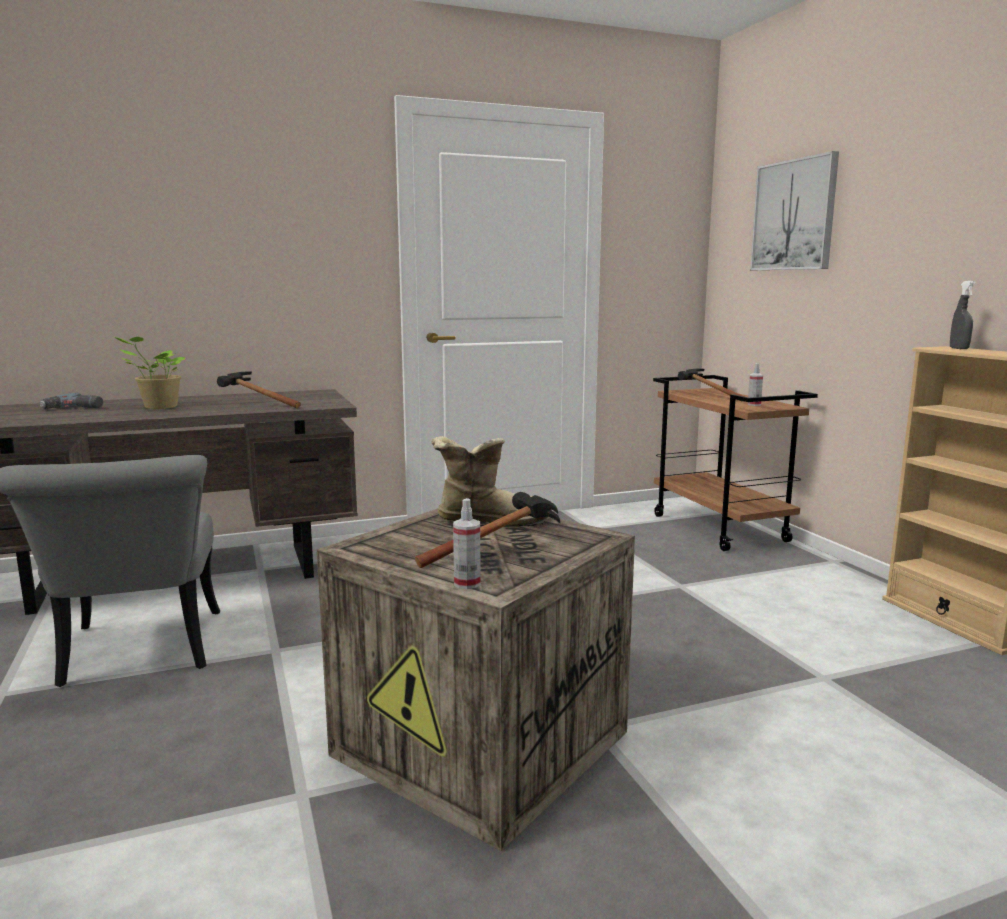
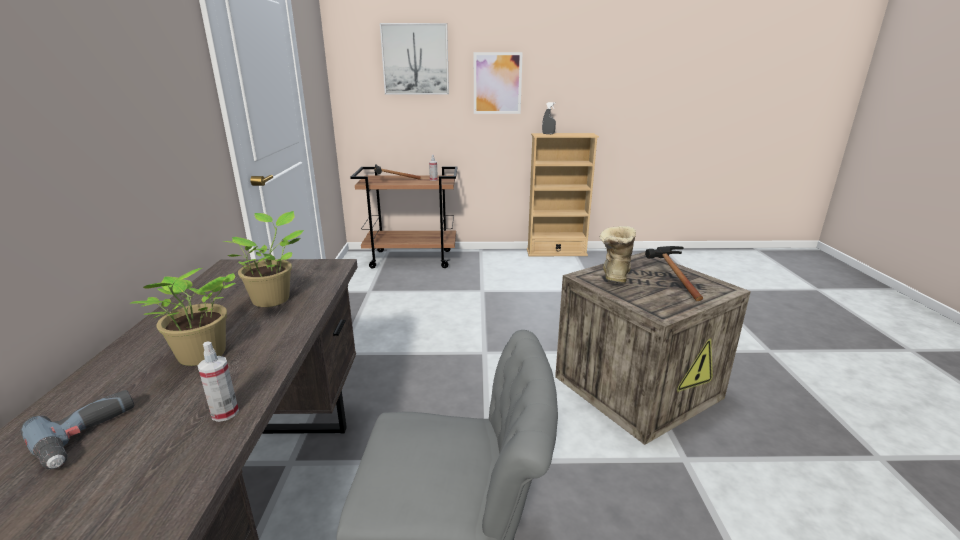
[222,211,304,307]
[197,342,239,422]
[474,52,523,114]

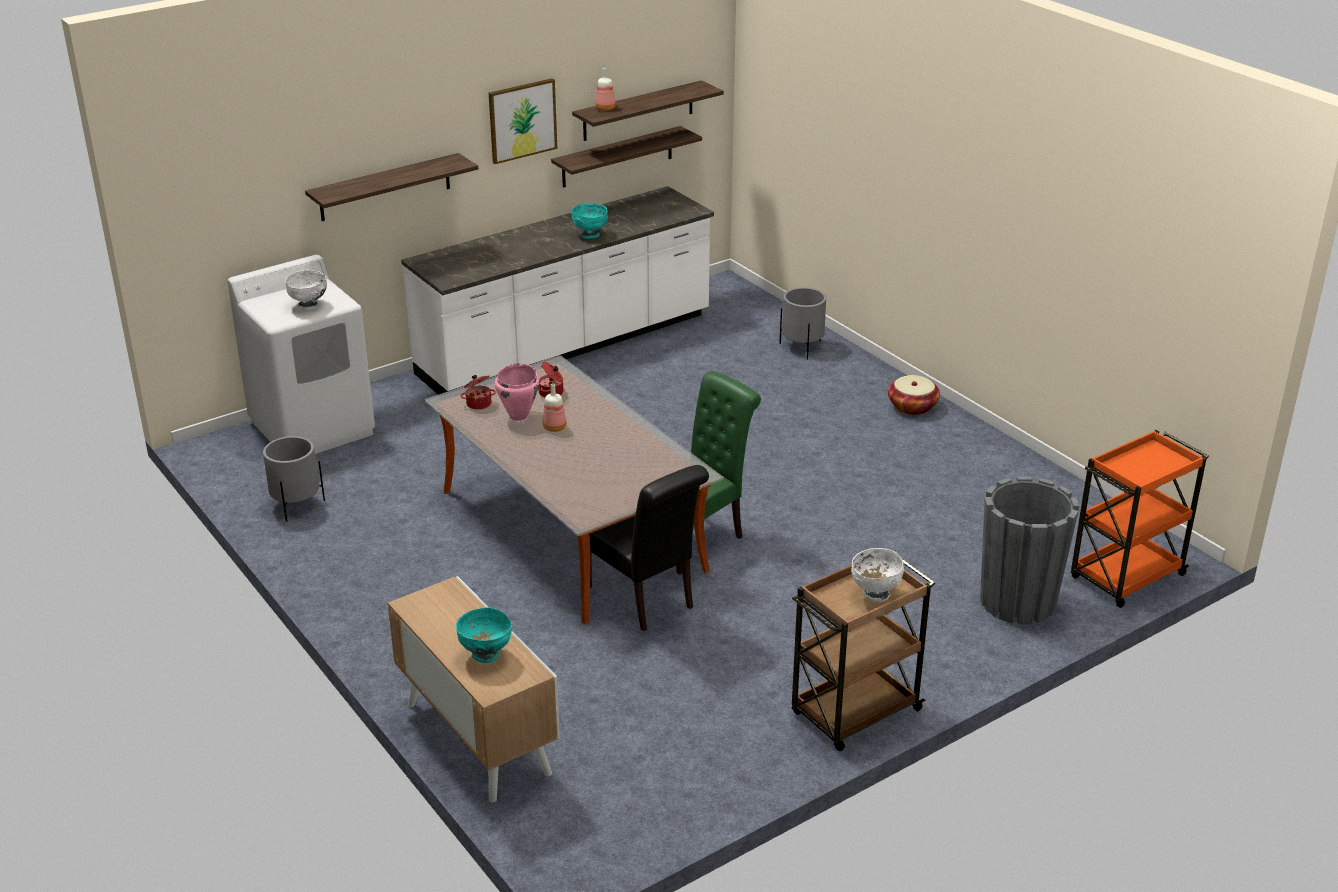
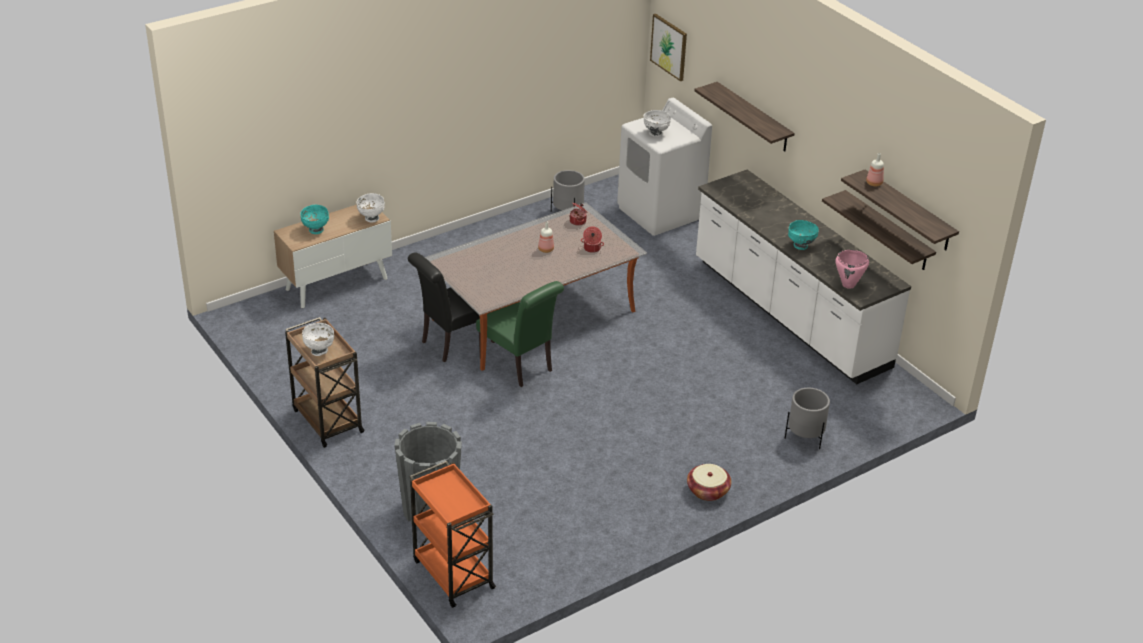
[650,14,687,81]
[836,250,869,289]
[357,193,385,222]

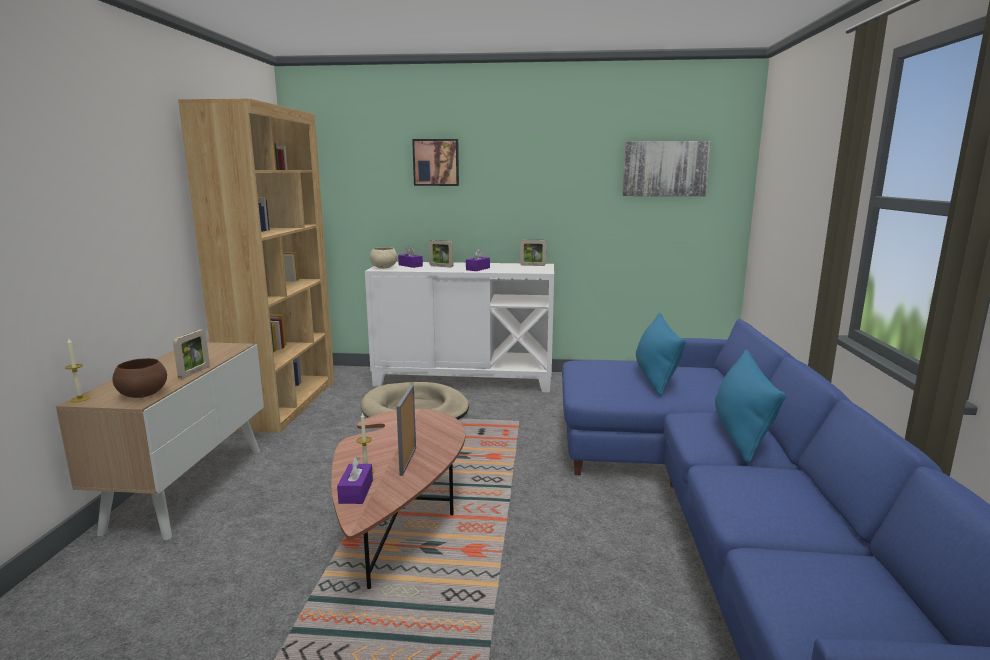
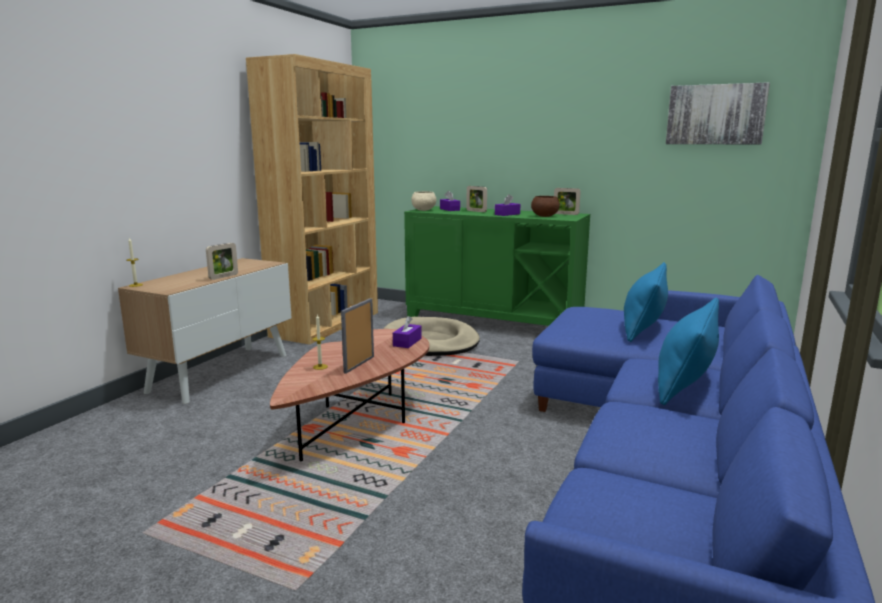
[412,139,459,186] (first image)
[404,206,590,326]
[531,196,560,217]
[393,316,422,348]

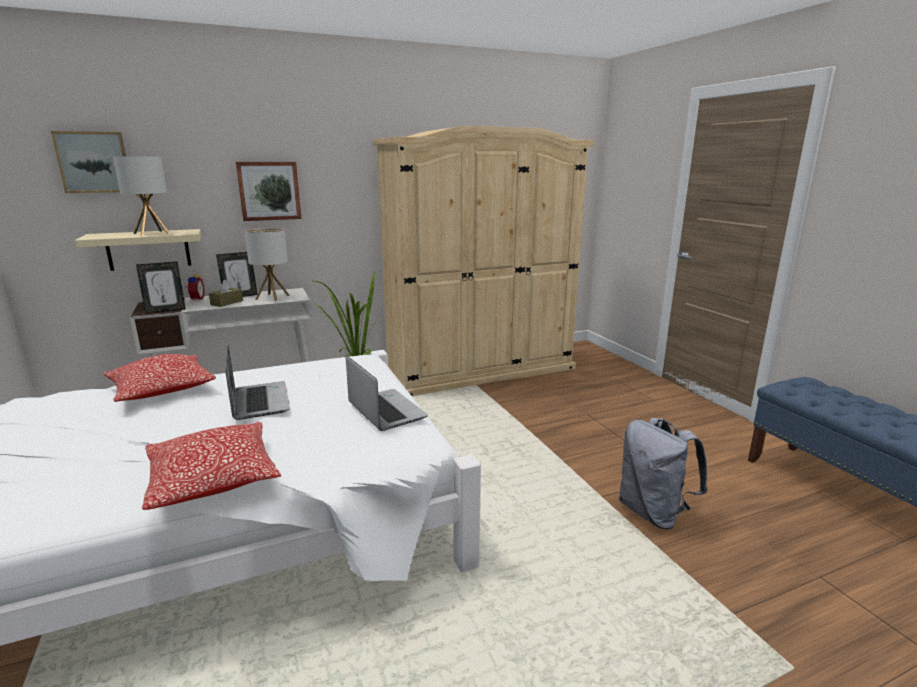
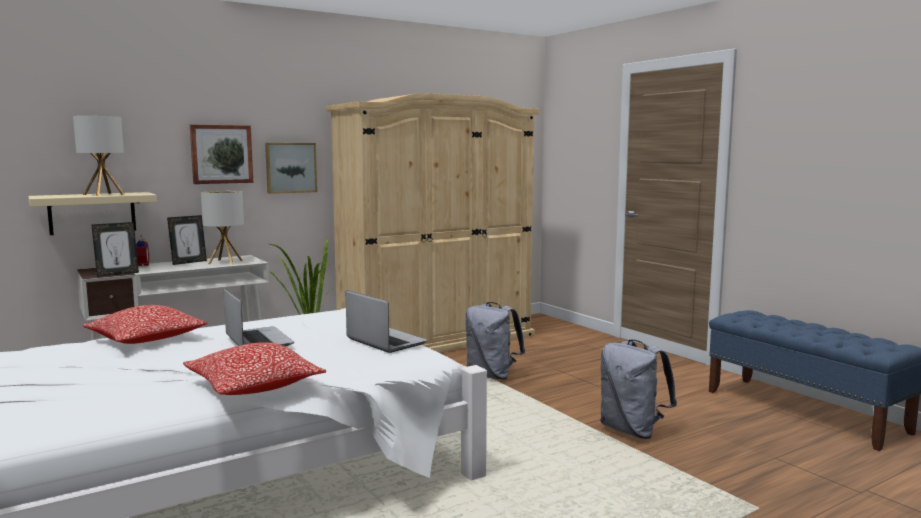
[265,143,317,194]
[209,280,243,307] (first image)
[465,302,525,380]

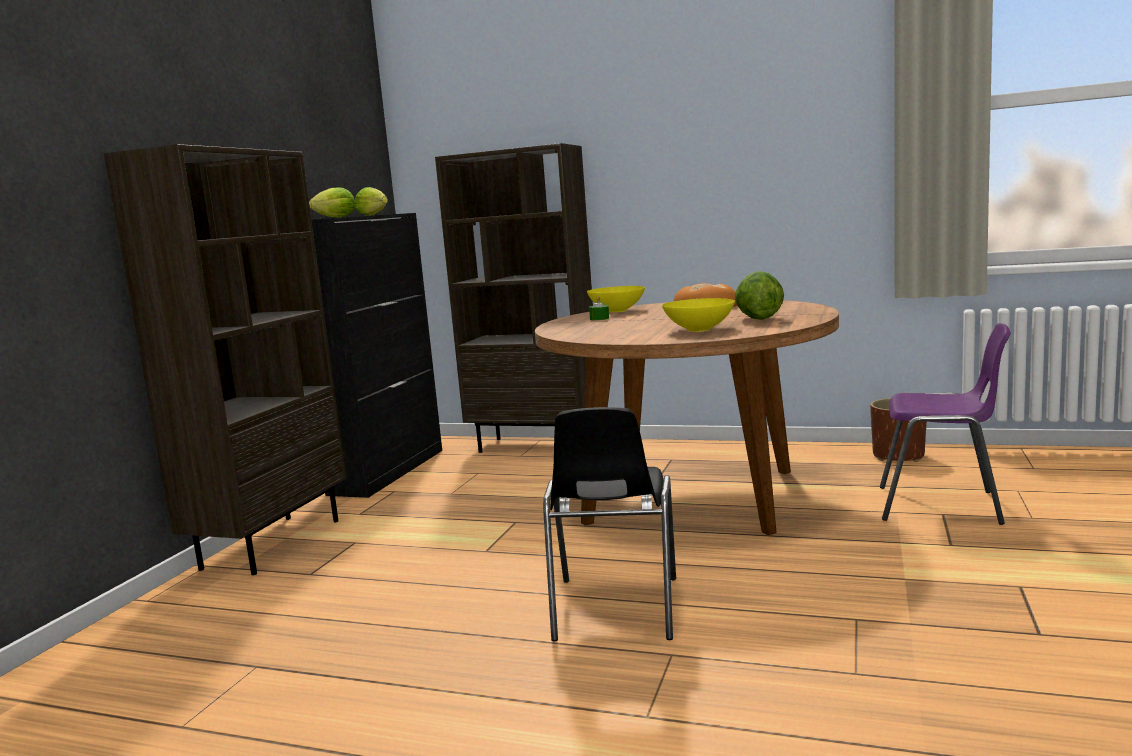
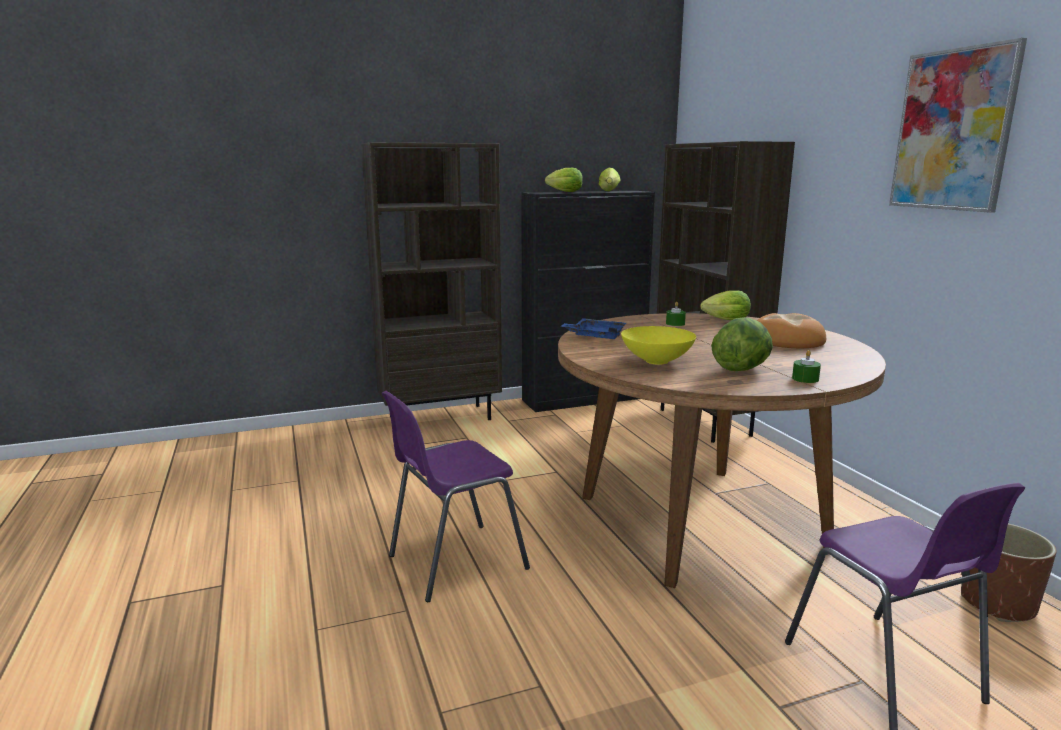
[700,290,751,320]
[382,391,530,602]
[889,38,1027,213]
[561,318,626,339]
[792,350,821,383]

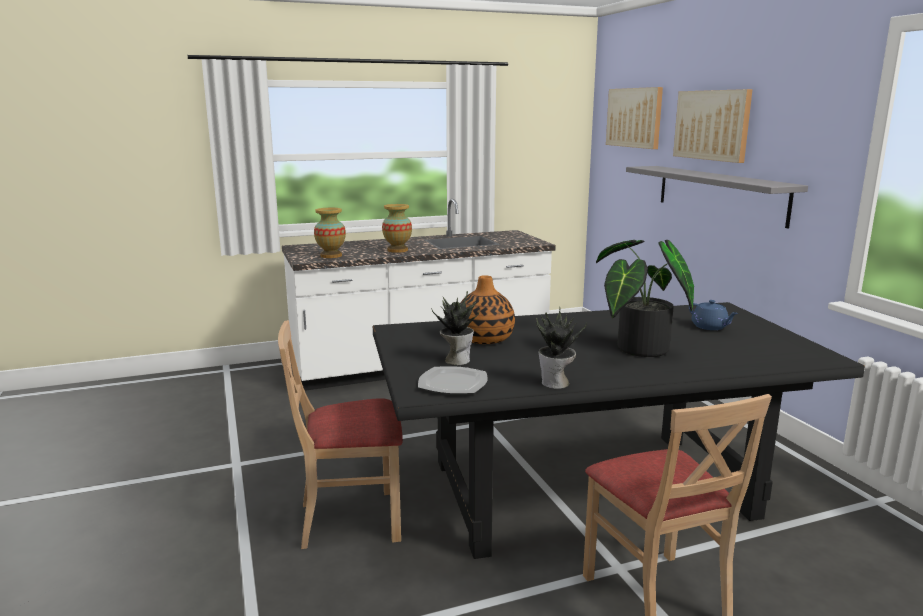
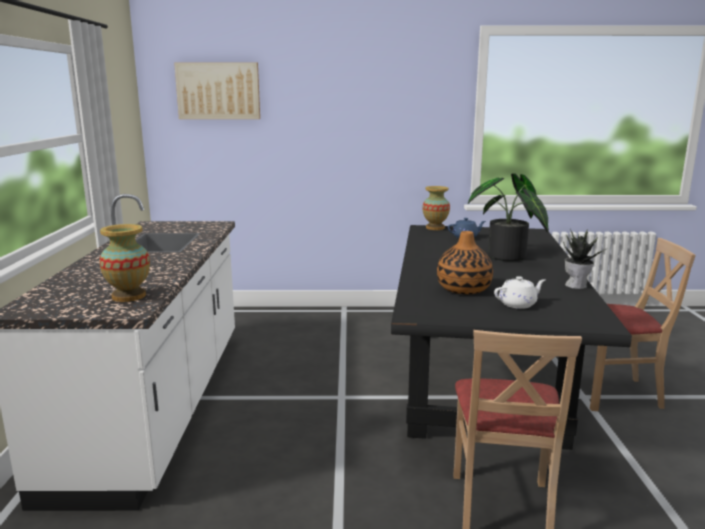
[673,89,753,163] (first image)
[626,166,808,228] (first image)
[423,186,450,230]
[494,276,545,309]
[418,366,488,394] (first image)

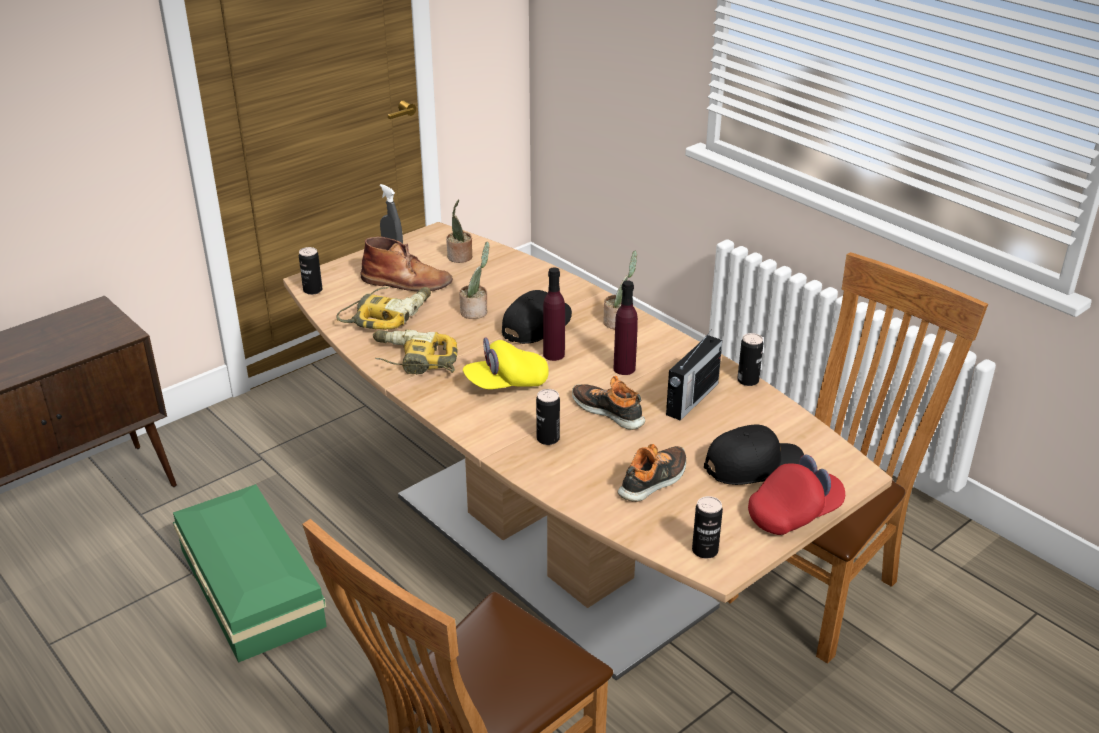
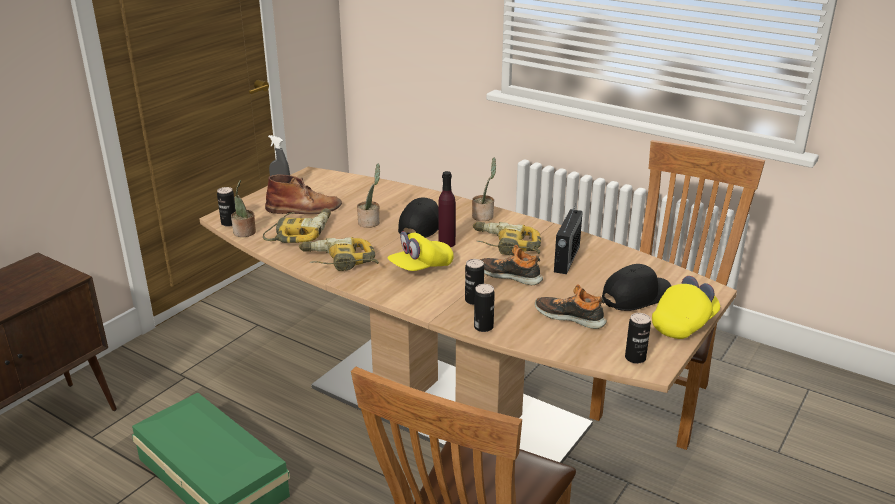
[231,180,256,237]
[473,222,541,255]
[474,284,495,332]
[535,284,607,329]
[652,276,720,339]

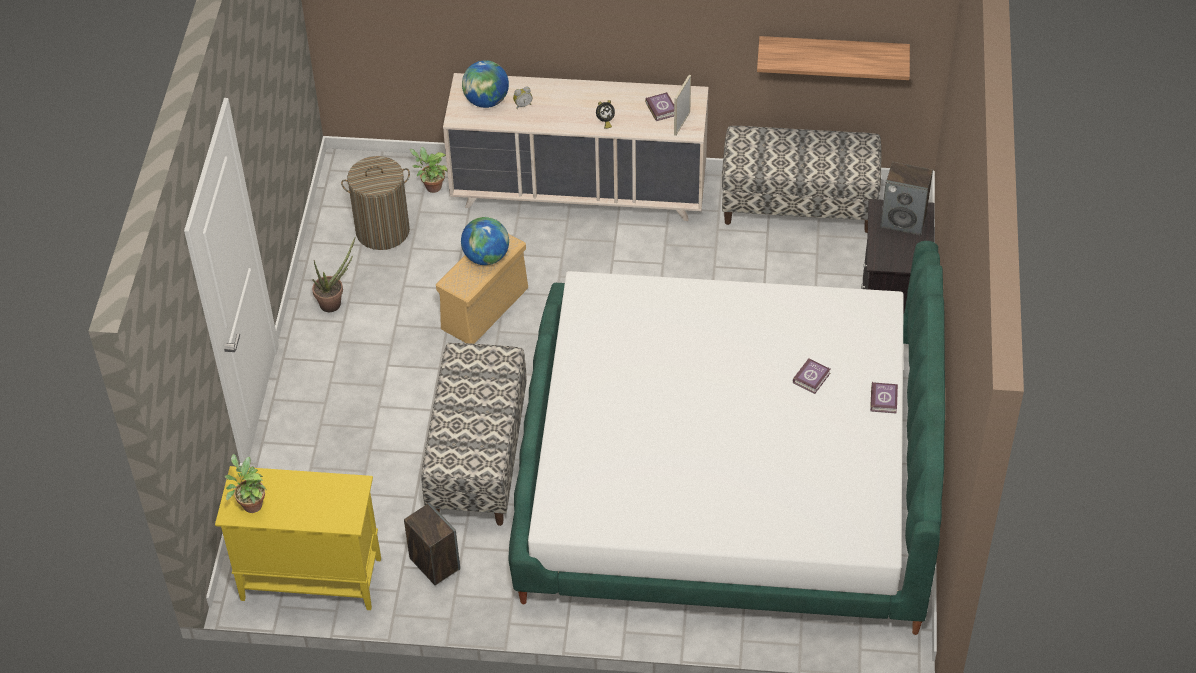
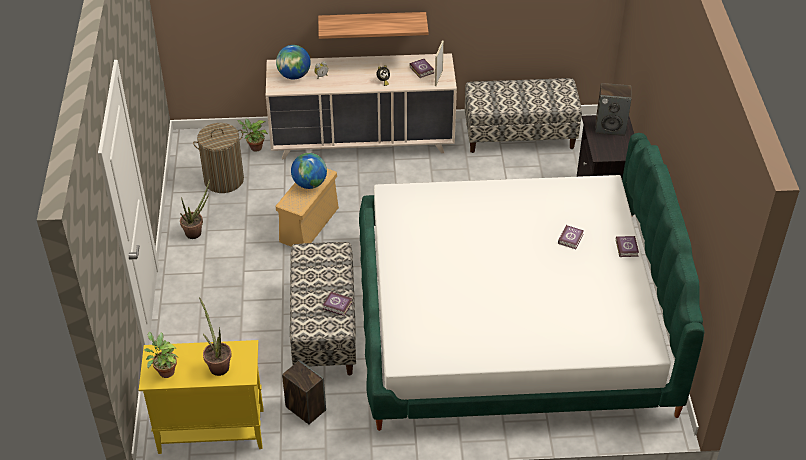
[318,12,429,39]
[323,292,353,316]
[199,297,232,376]

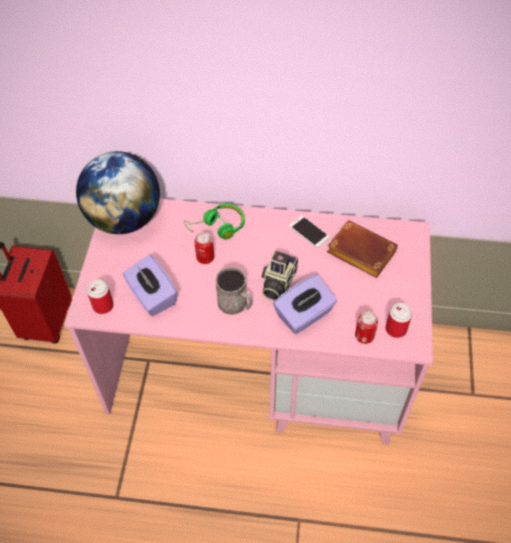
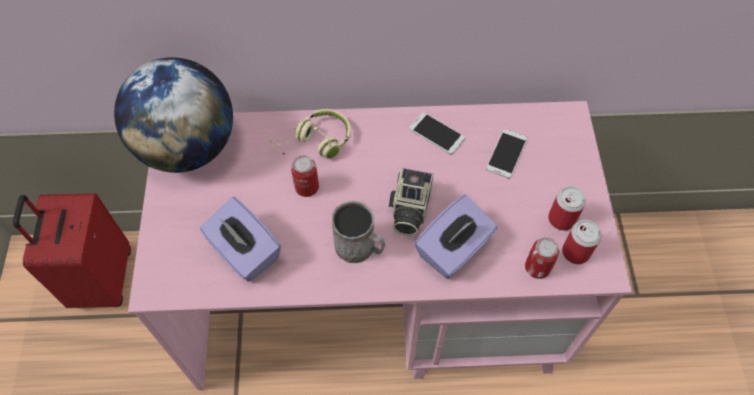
[270,109,351,159]
[486,129,527,178]
[548,186,586,231]

